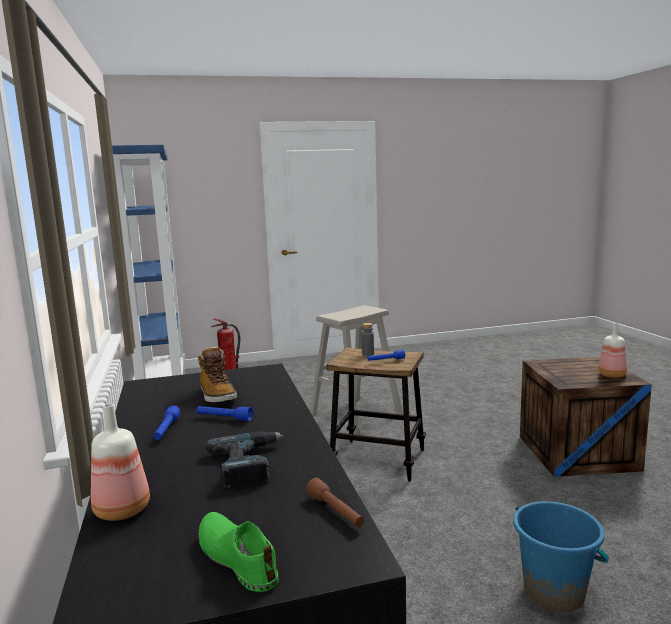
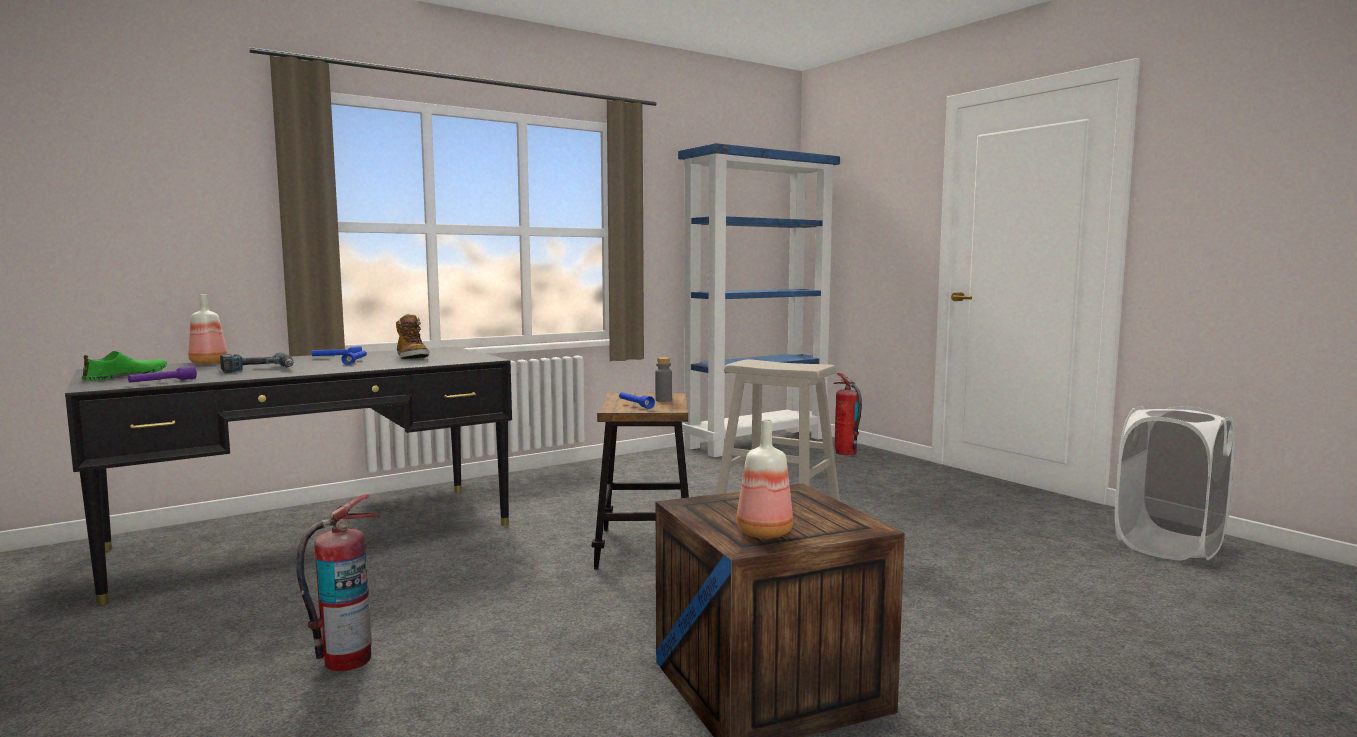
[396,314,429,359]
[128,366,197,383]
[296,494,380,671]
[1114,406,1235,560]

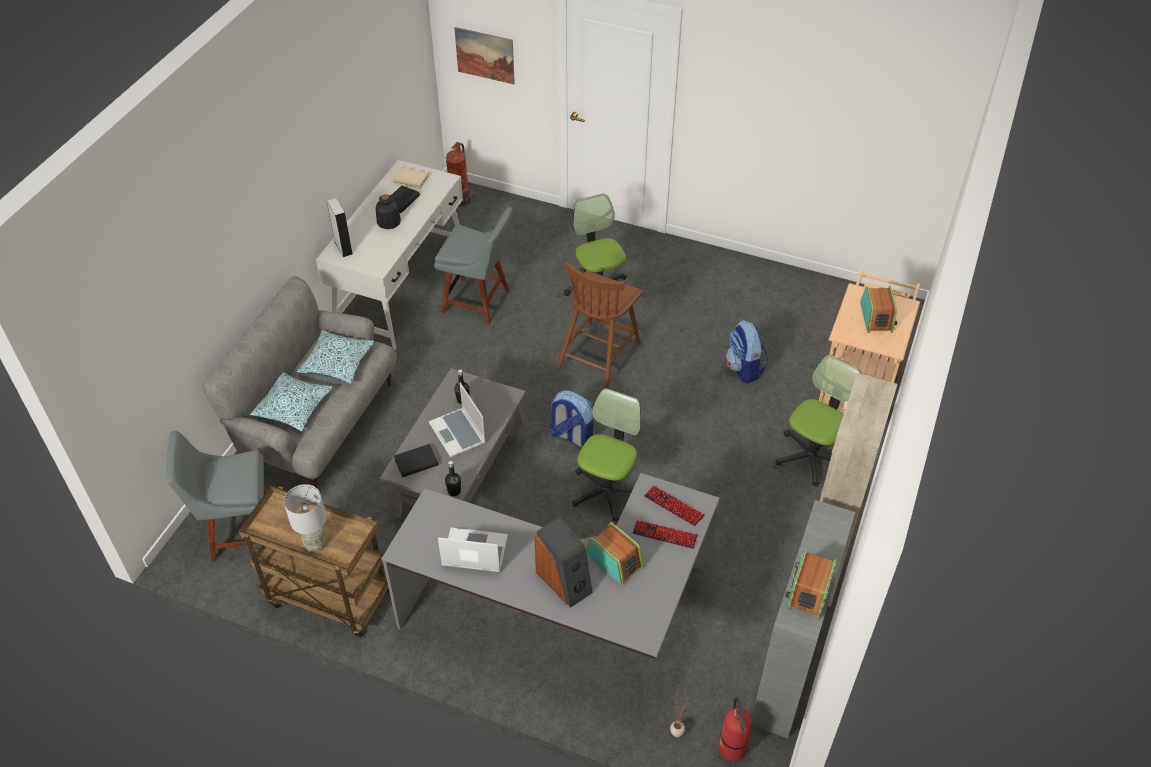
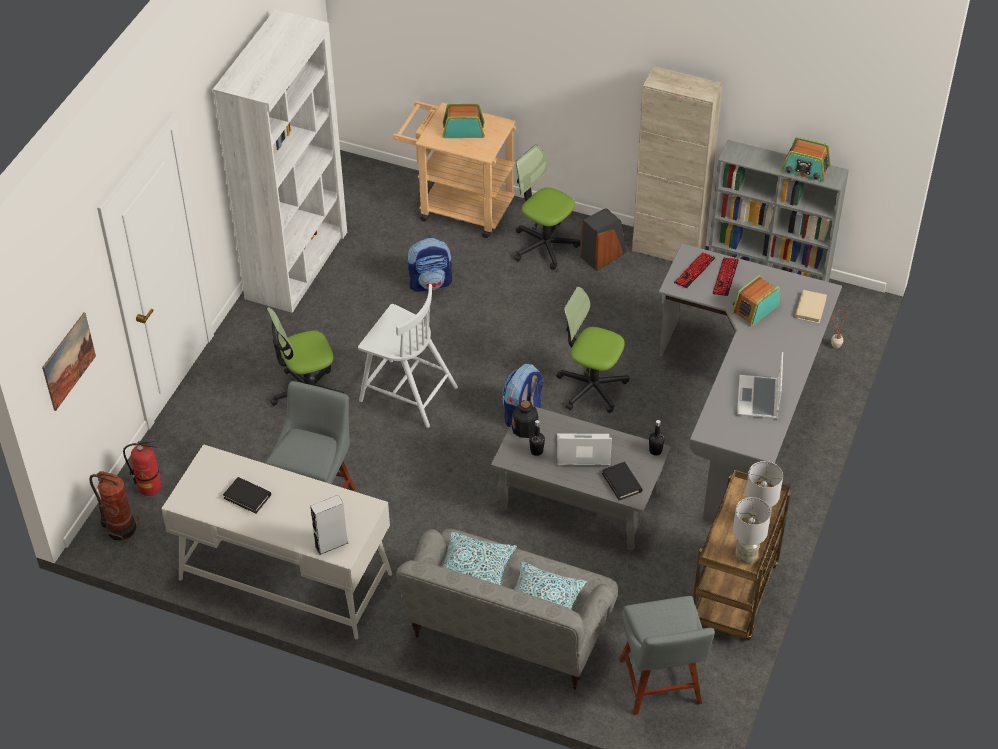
[795,290,827,324]
[512,400,538,438]
[358,284,458,428]
[557,434,612,466]
[580,208,626,271]
[123,439,162,496]
[213,10,347,313]
[733,497,771,563]

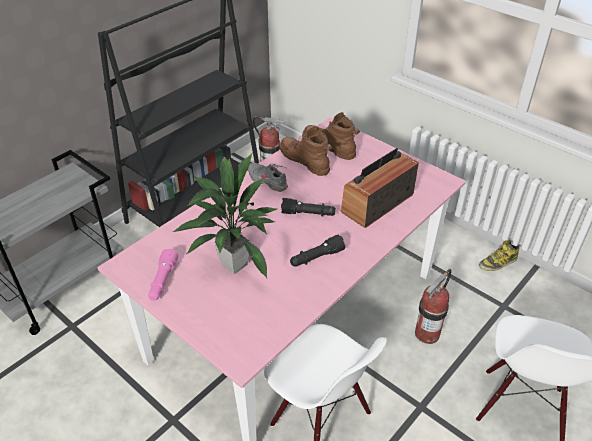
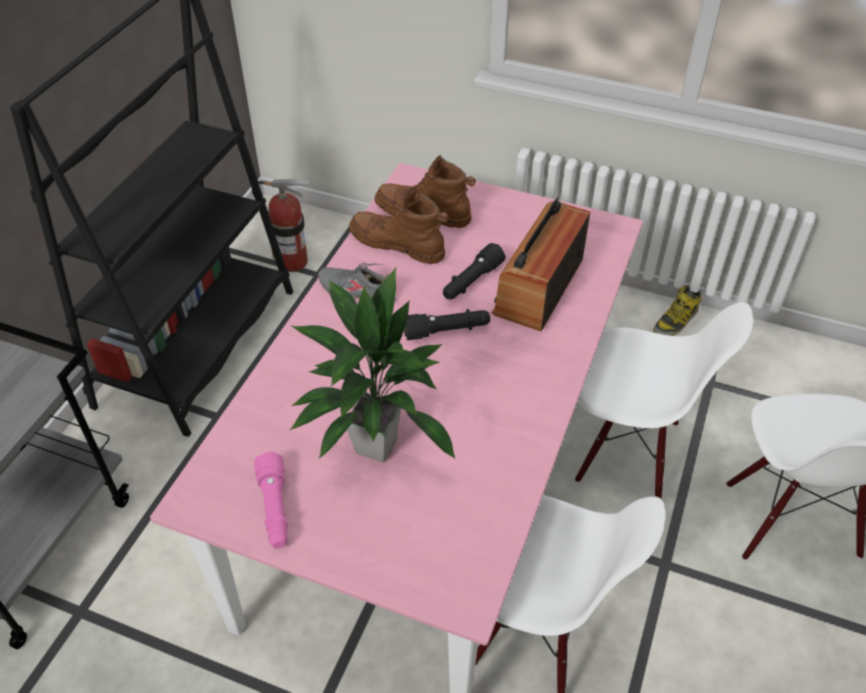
[443,243,506,299]
[575,302,753,499]

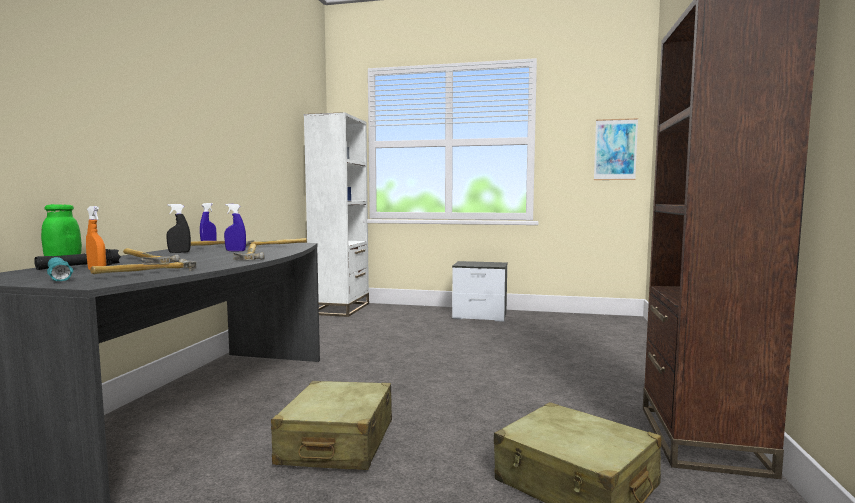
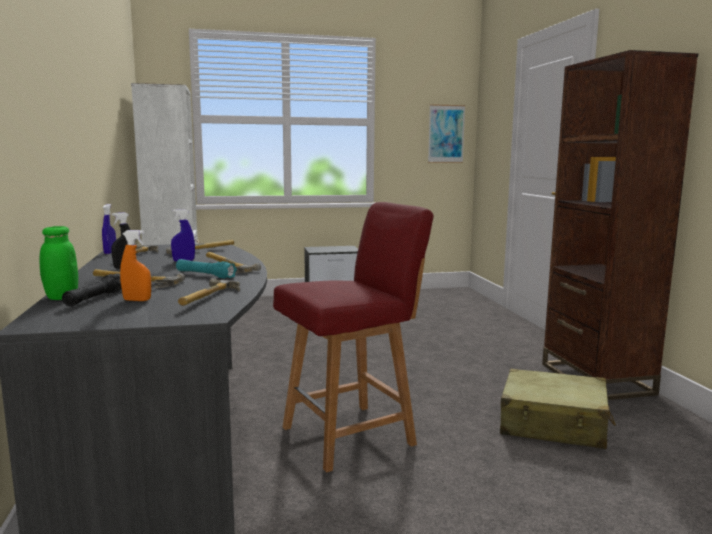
[176,259,237,279]
[273,202,434,473]

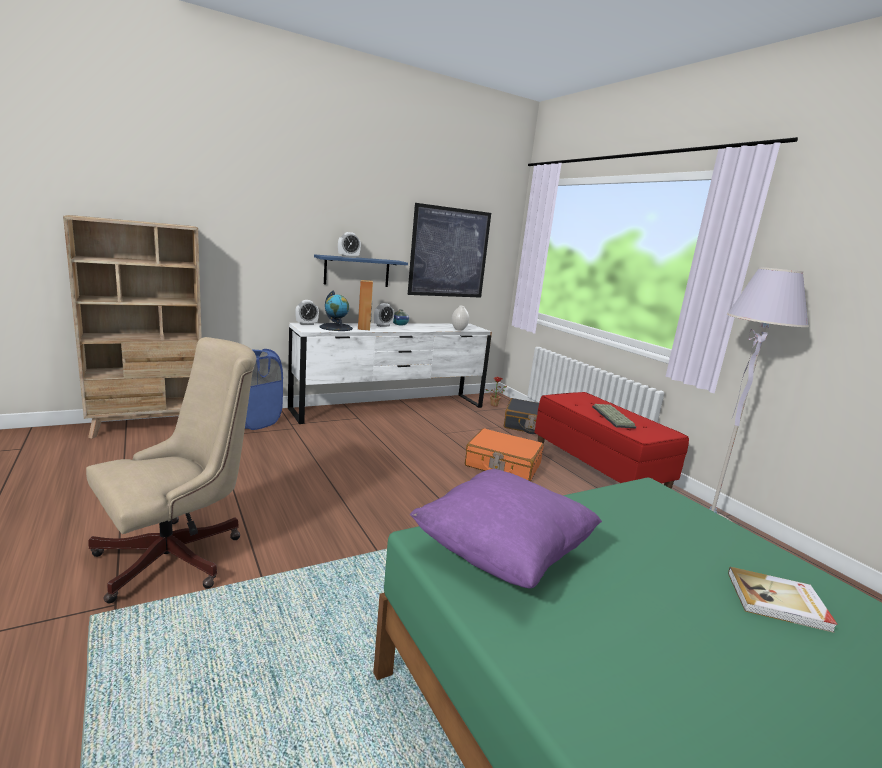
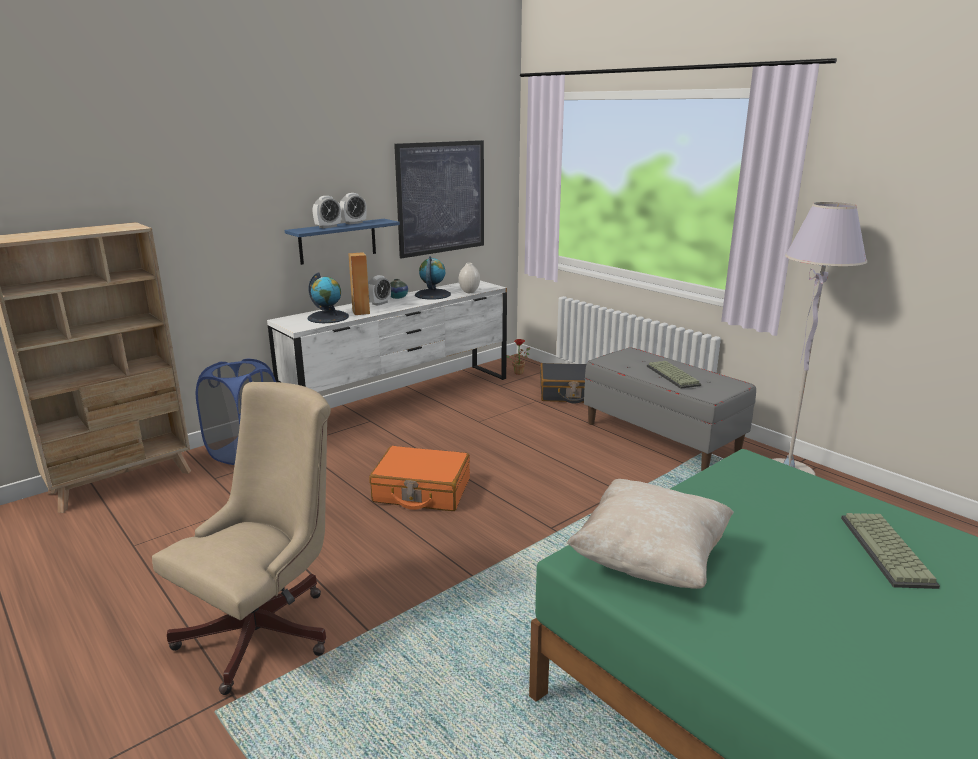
[340,193,367,225]
[584,347,756,471]
[369,446,470,511]
[567,479,734,589]
[841,513,940,589]
[415,256,451,299]

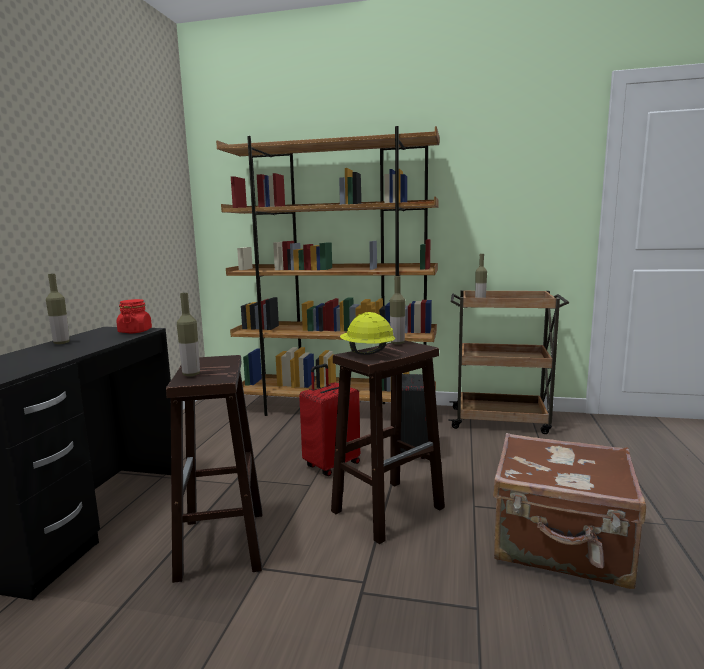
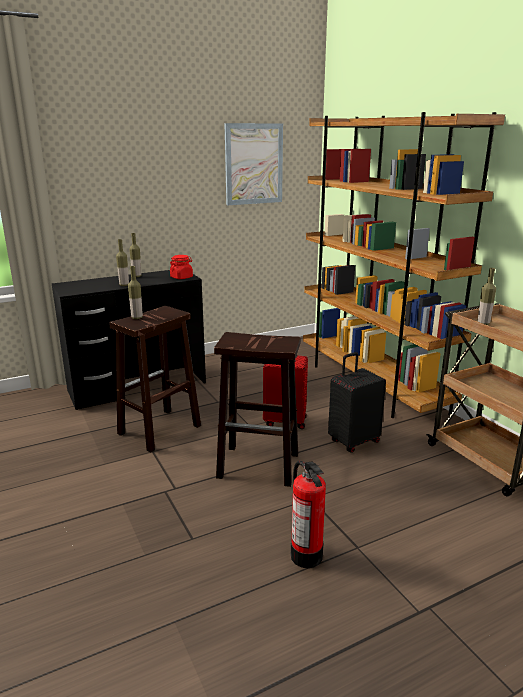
[116,239,129,286]
[340,312,395,355] (first image)
[291,461,326,568]
[224,123,283,205]

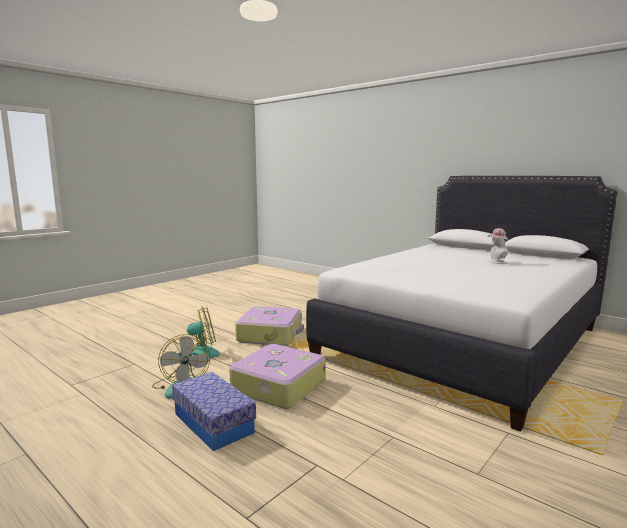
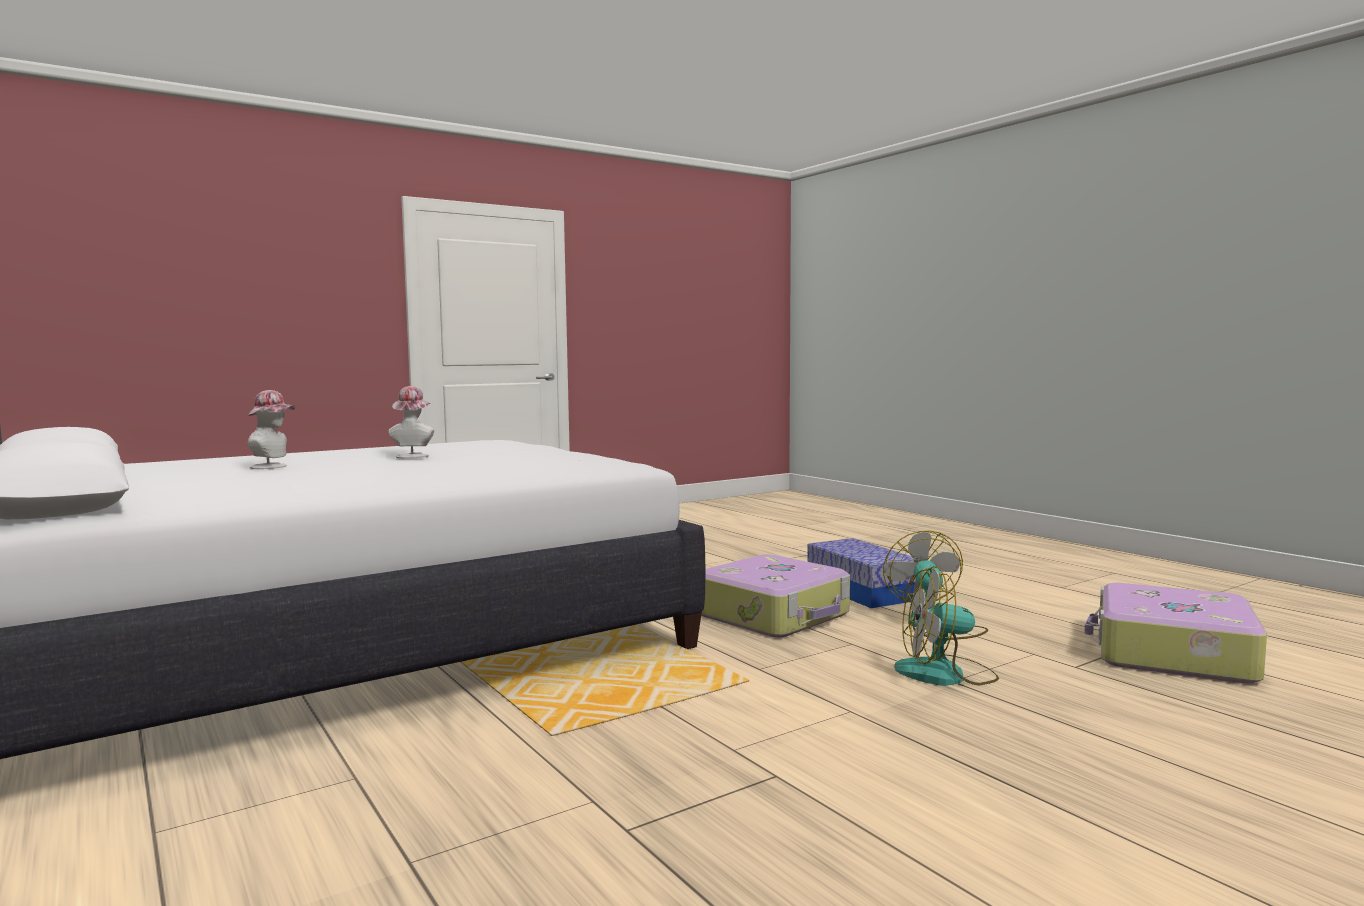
[1085,583,1267,684]
[388,386,434,459]

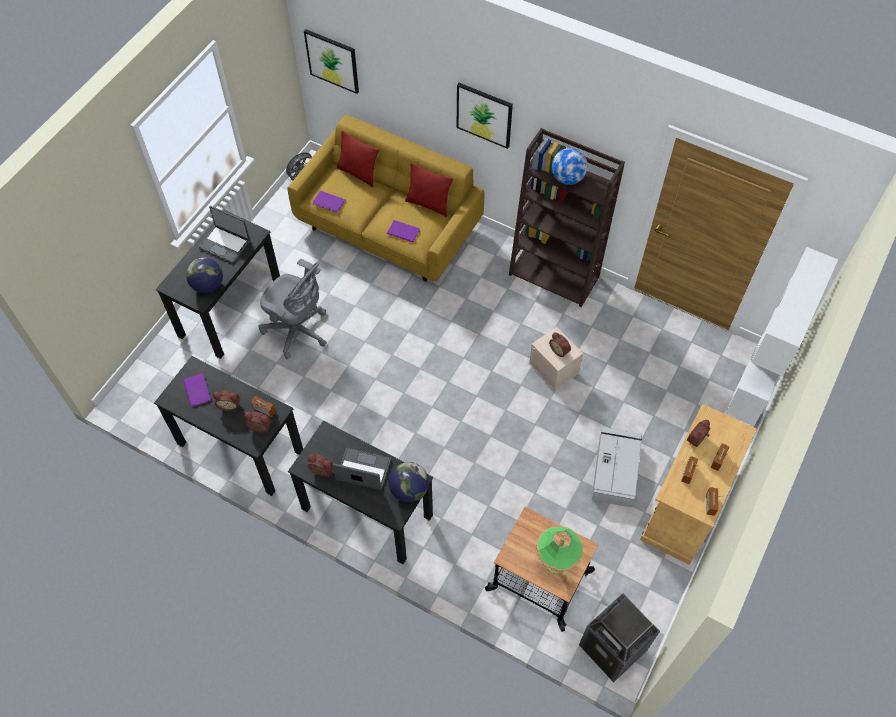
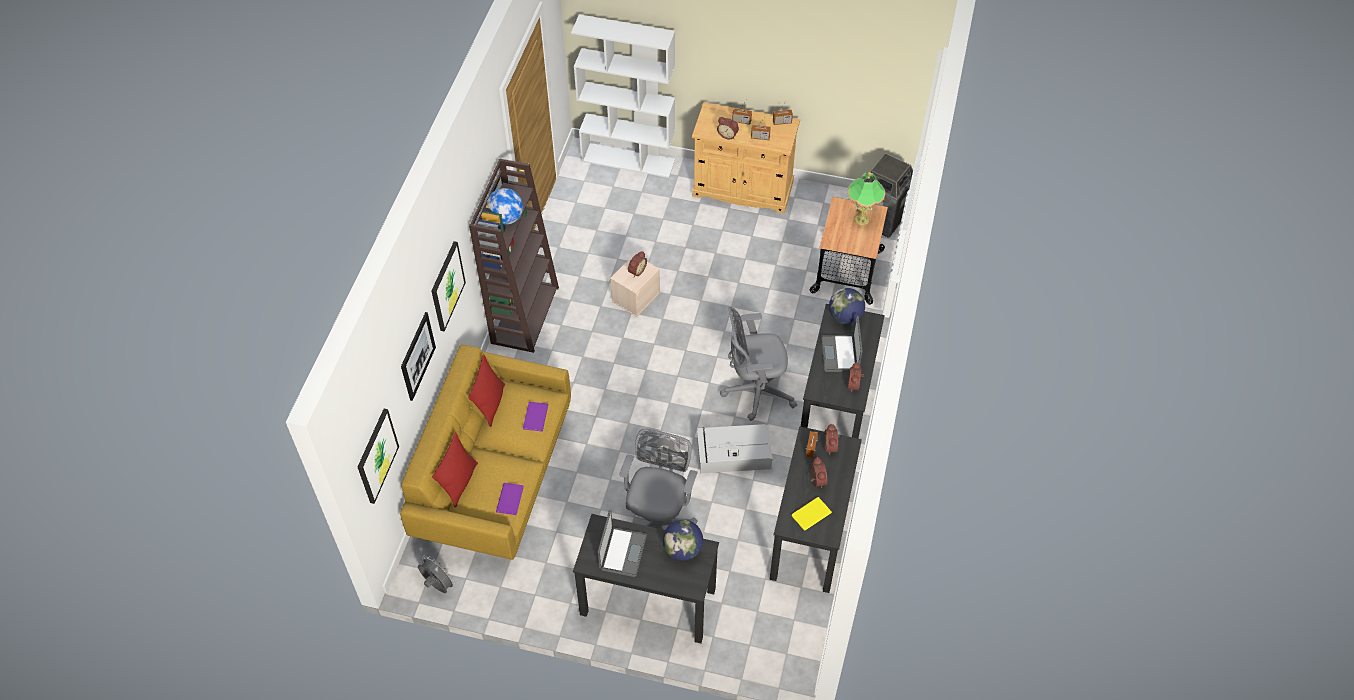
[792,497,832,531]
[697,424,772,473]
[720,307,797,421]
[401,312,436,401]

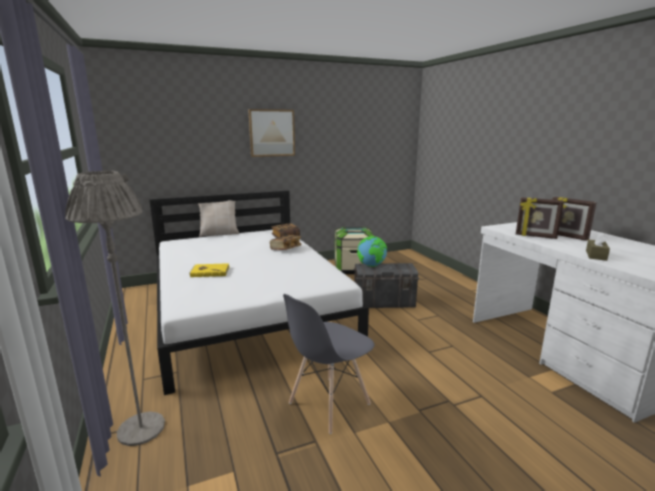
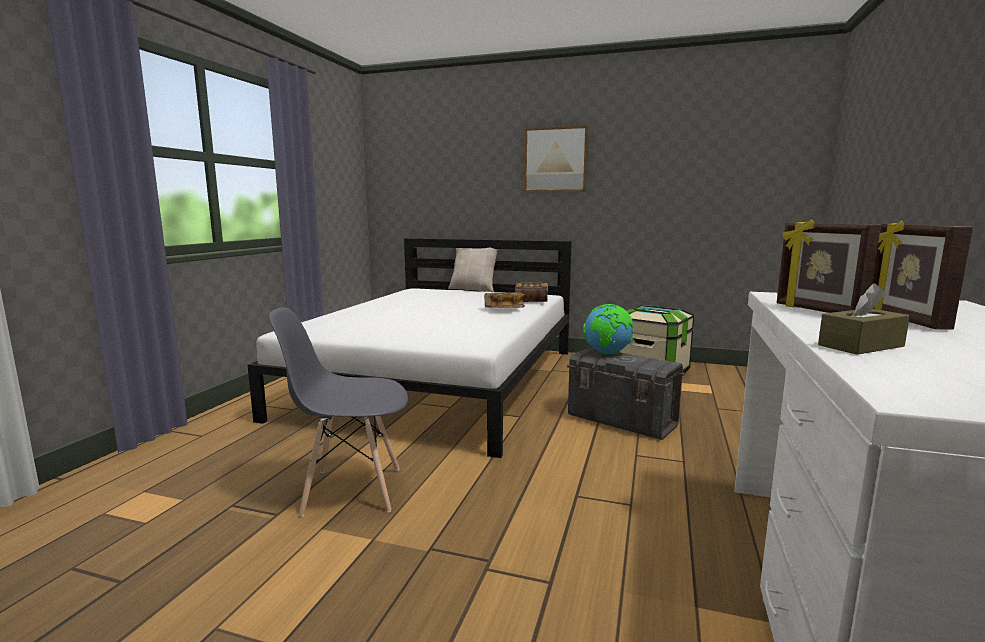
[65,171,165,446] (first image)
[189,263,230,277] (first image)

